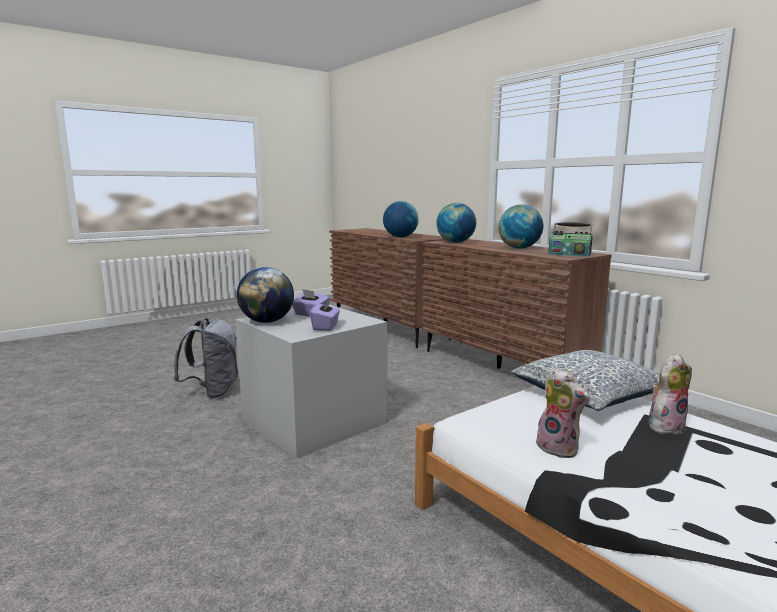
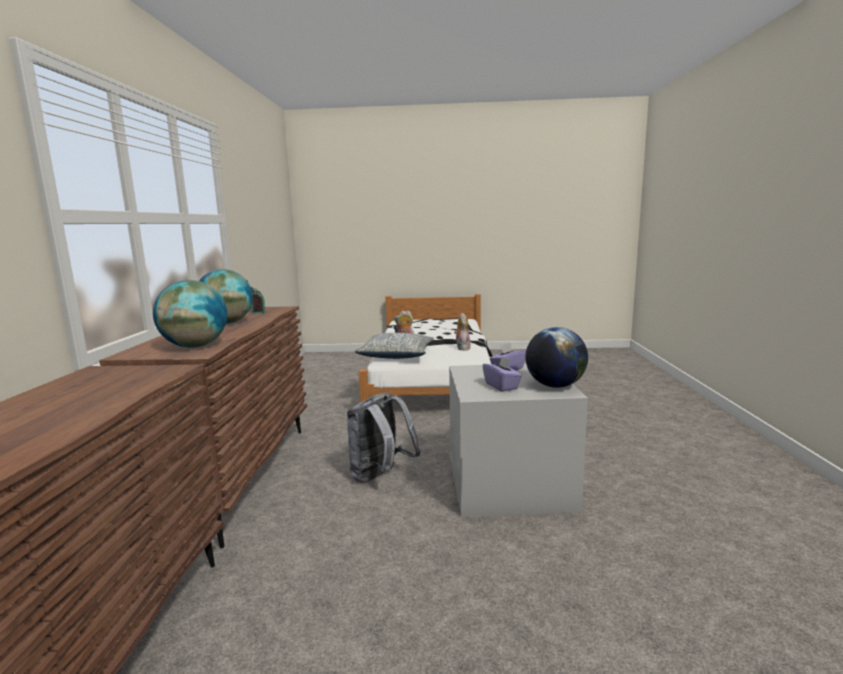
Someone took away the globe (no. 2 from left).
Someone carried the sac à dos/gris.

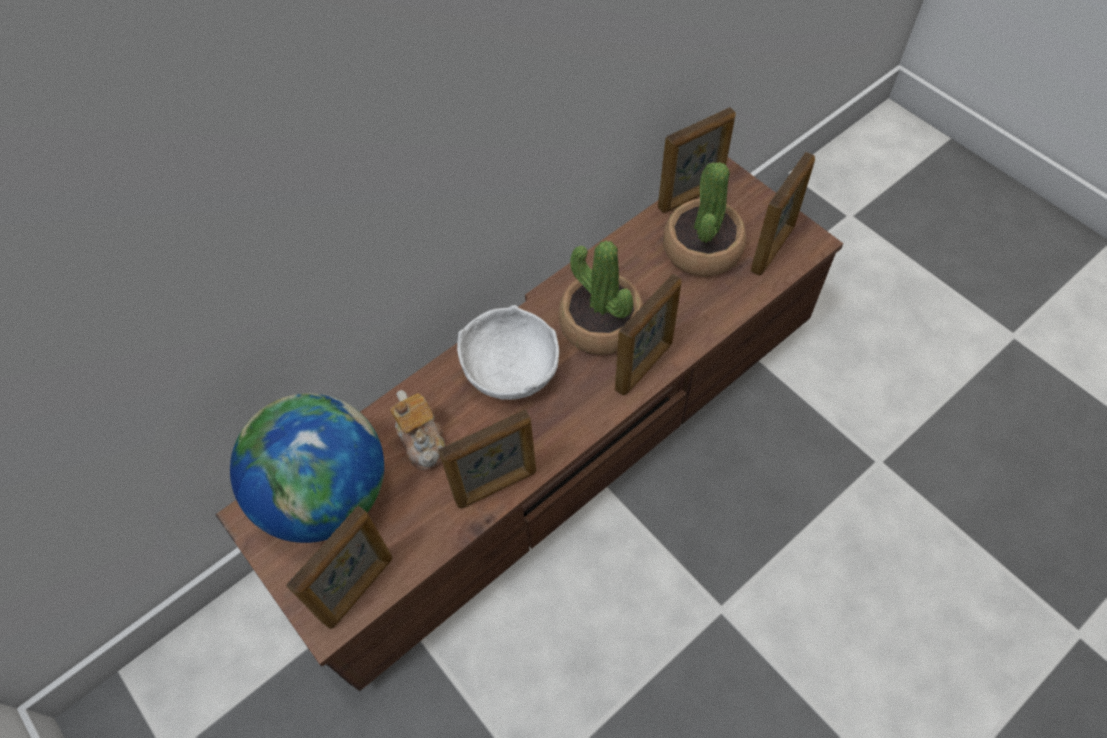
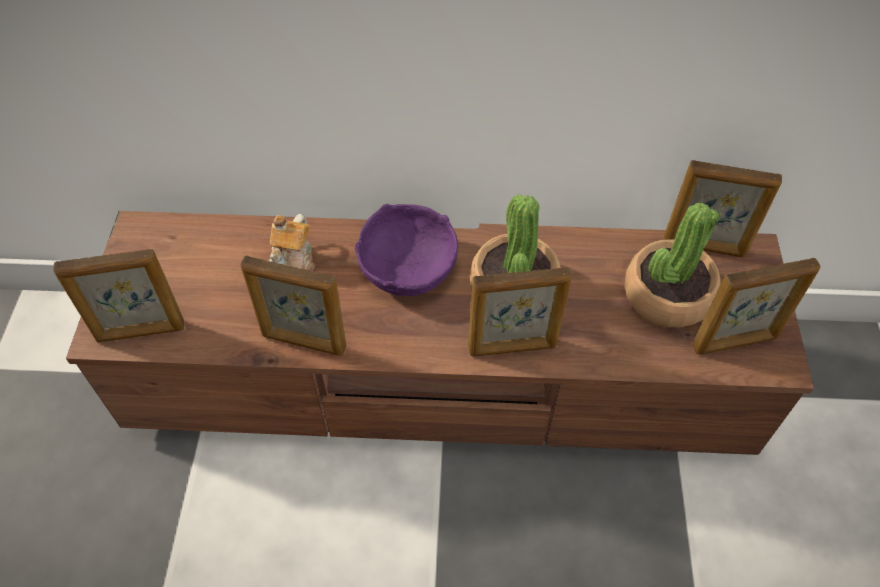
Someone repainted the bol/blanc, which became the bol/violet.
Someone took away the globe.

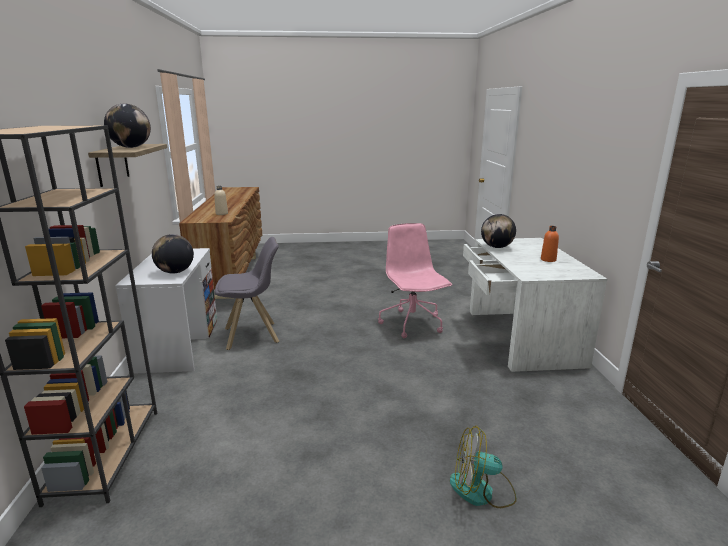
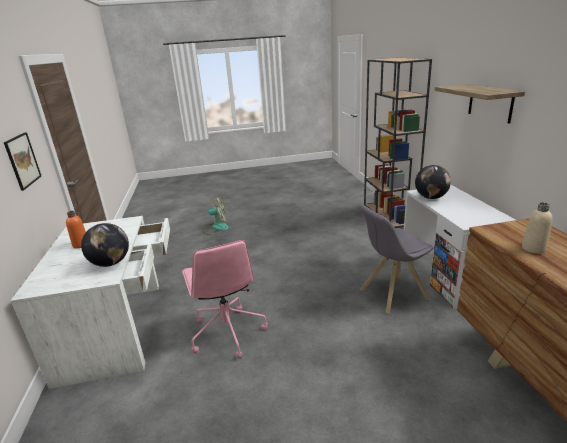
Someone took away the globe (no. 1 from left).
Someone put up the tableau.

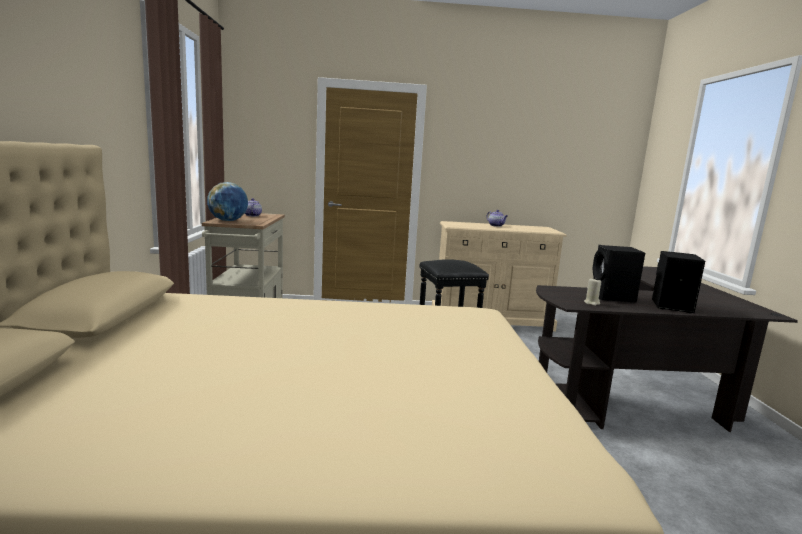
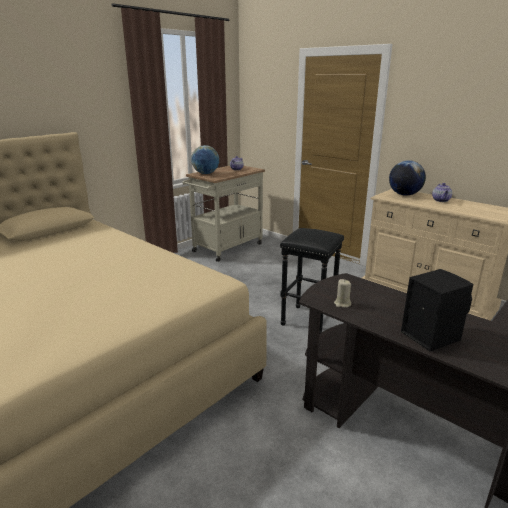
Someone took away the enceinte/noir (no. 1 from left).
Someone put down the globe (no. 2 from left).

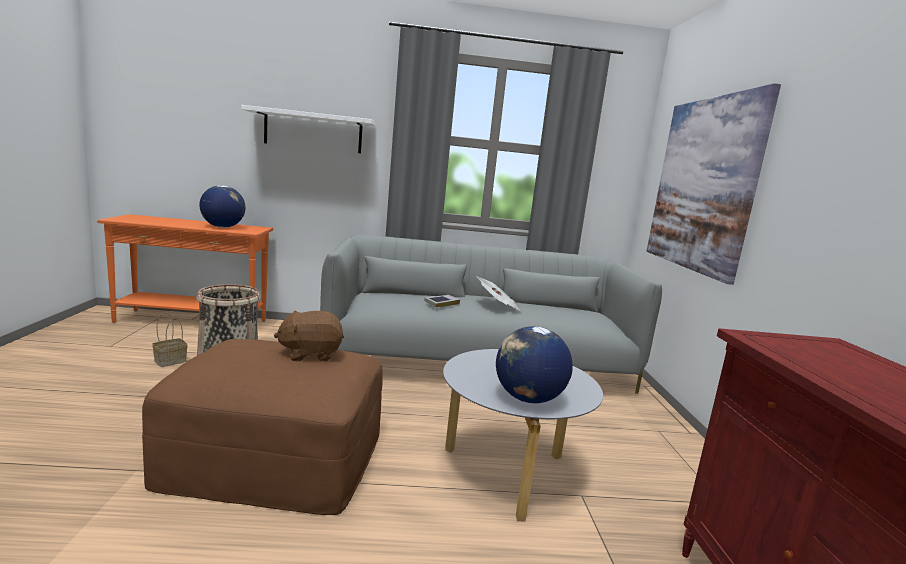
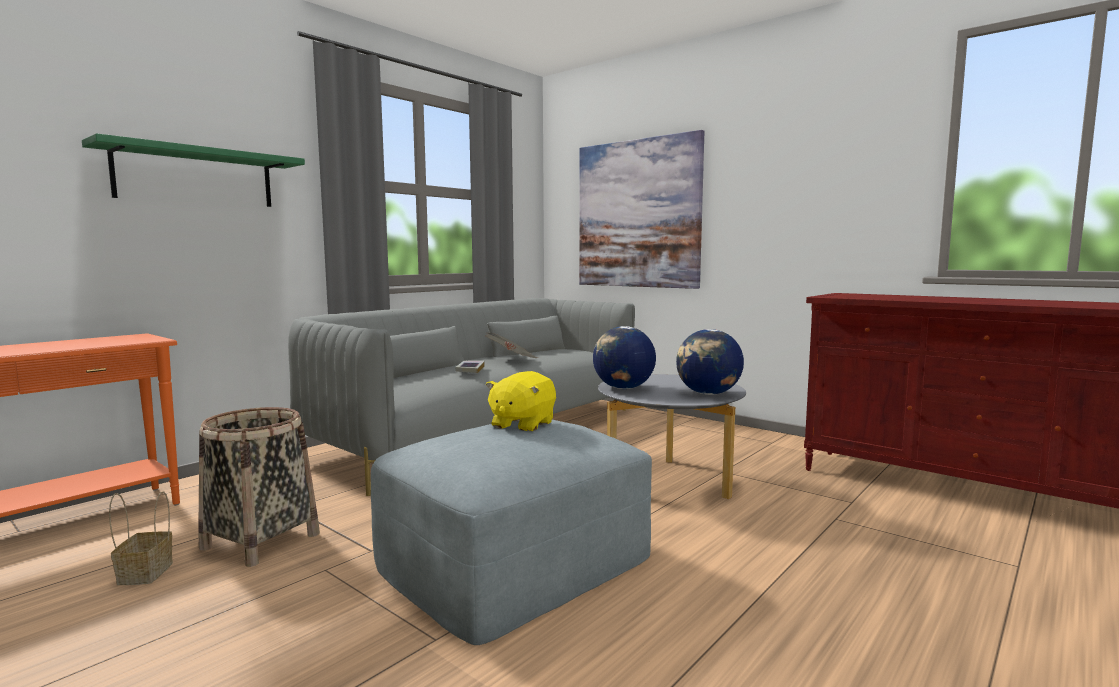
Someone repainted the étagère/blanc, which became the étagère/vert.
Someone carried the globe (no. 1 from left).
Someone repainted the peluche/marron, which became the peluche/jaune.
Someone repainted the pouf/marron, which became the pouf/gris.

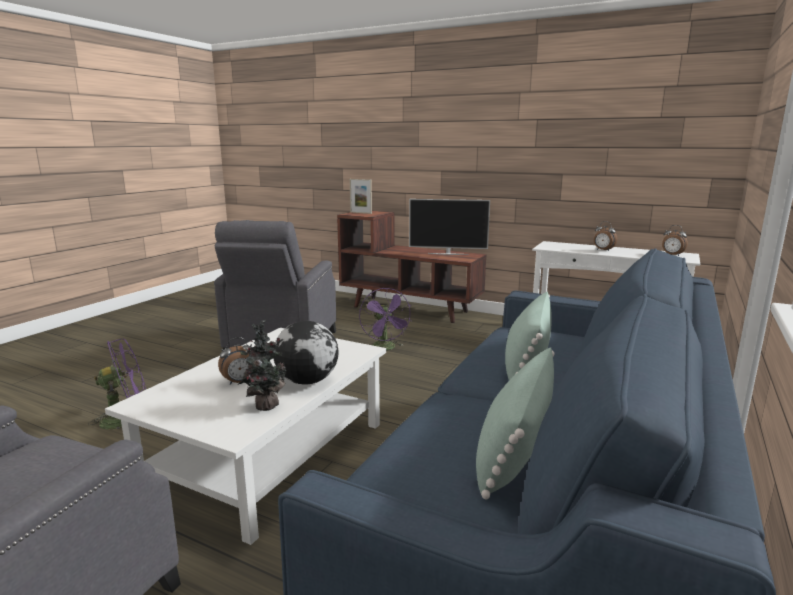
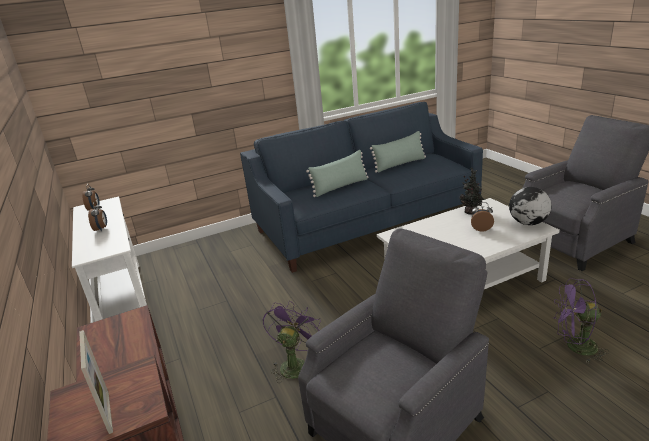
Someone took away the téléviseur.
Someone carried the globe.

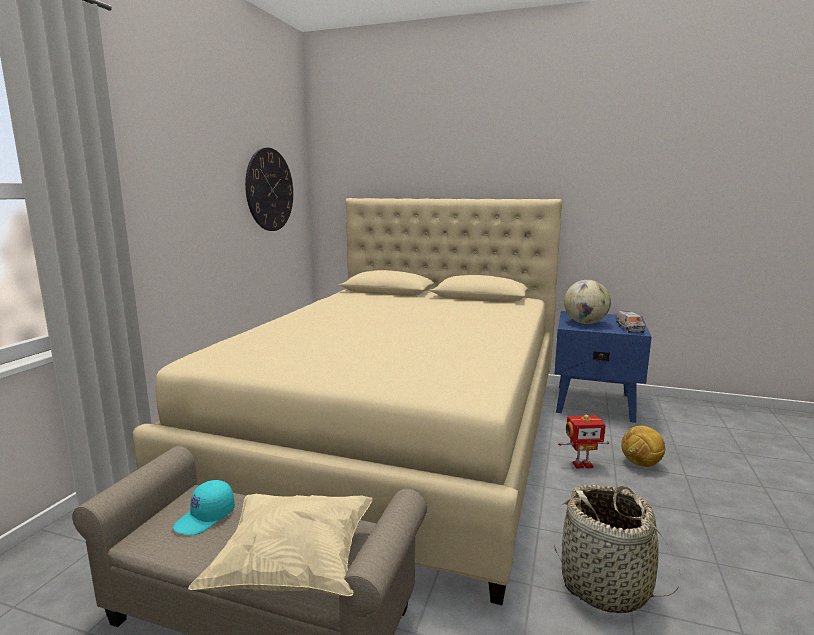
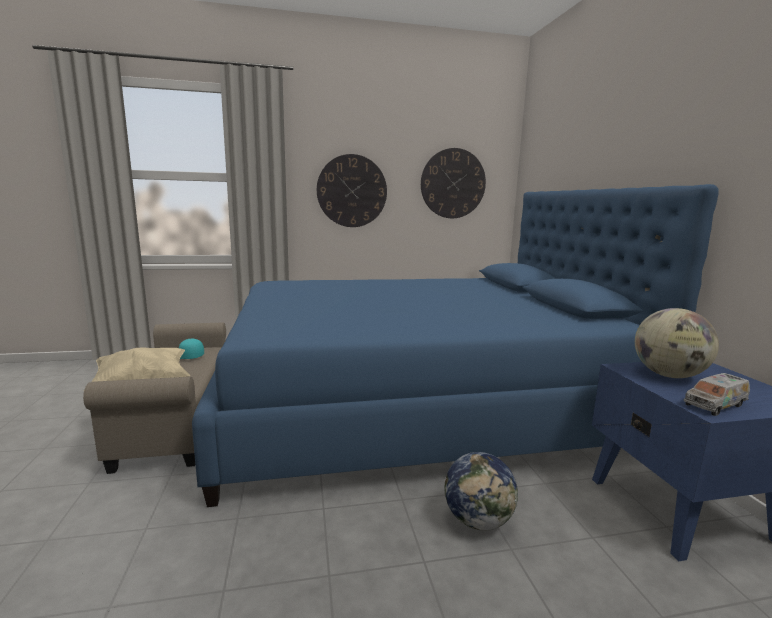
Someone repainted the lit/beige, which became the lit/bleu.
Someone swapped the robot jouet for the globe (no. 1 from left).
Someone took away the ballon de foot.
Someone took away the panier.
Someone put up the horloge murale (no. 1 from left).

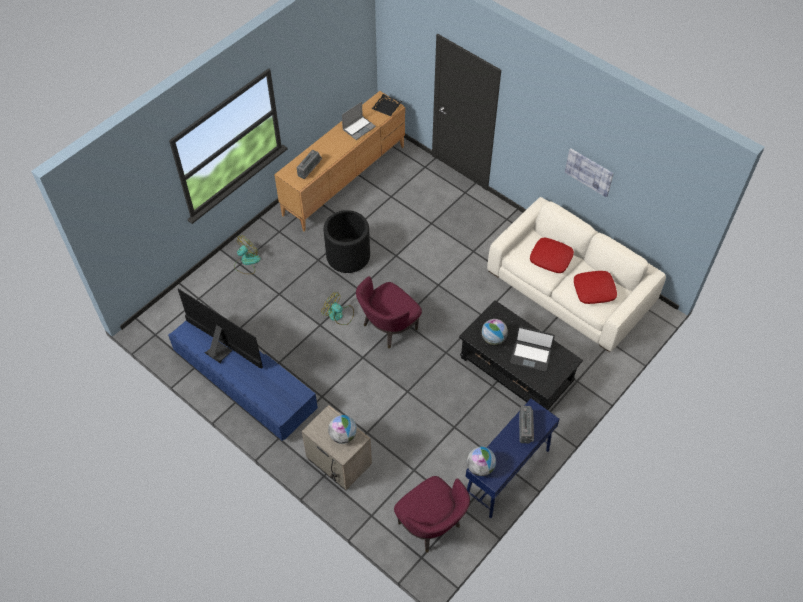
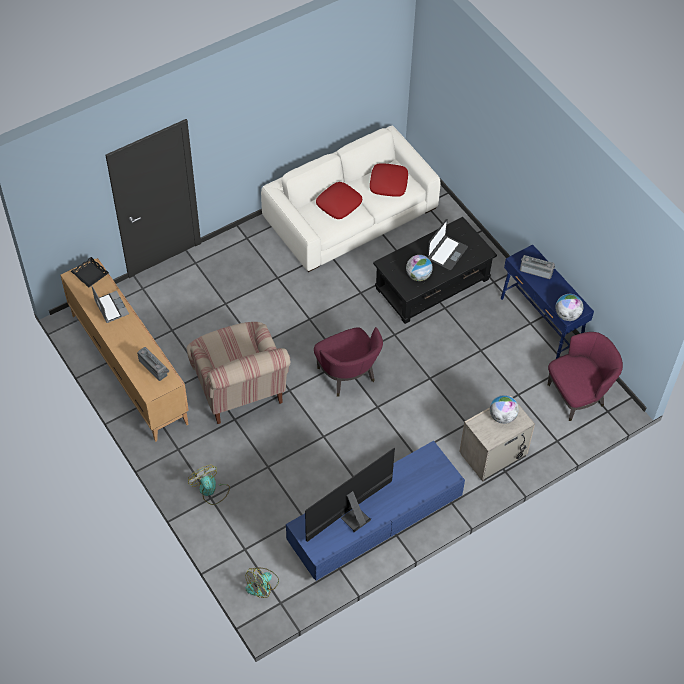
Someone took away the tableau.
Someone swapped the cache-pot/noir for the fauteuil/beige.
Someone carried the ventilateur (no. 2 from left).

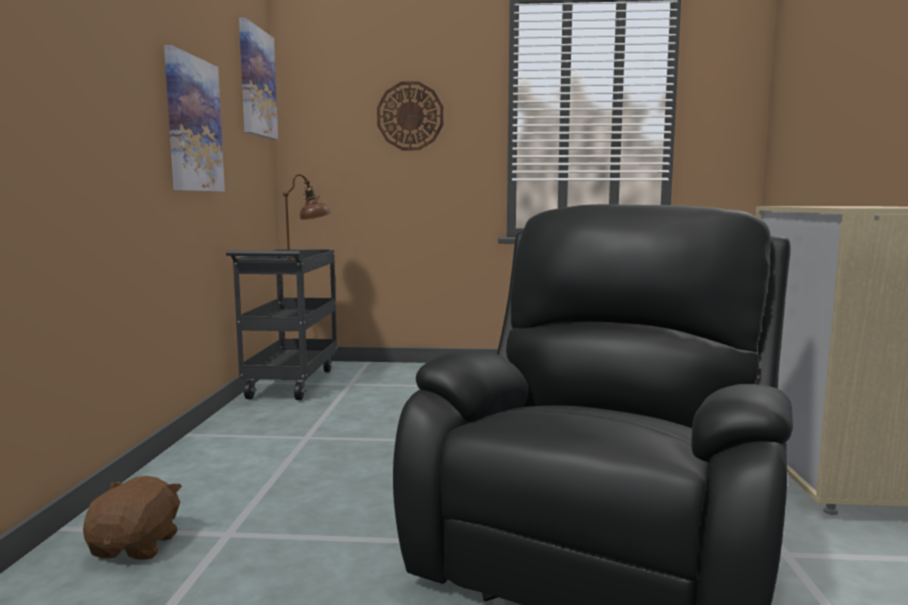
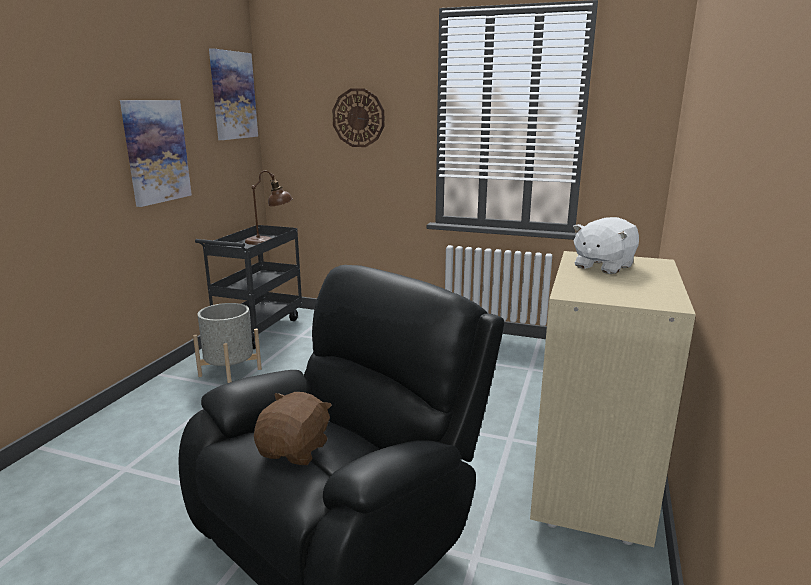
Someone carried the peluche/marron.
Someone put down the peluche/blanc.
Someone put down the cache-pot/gris.

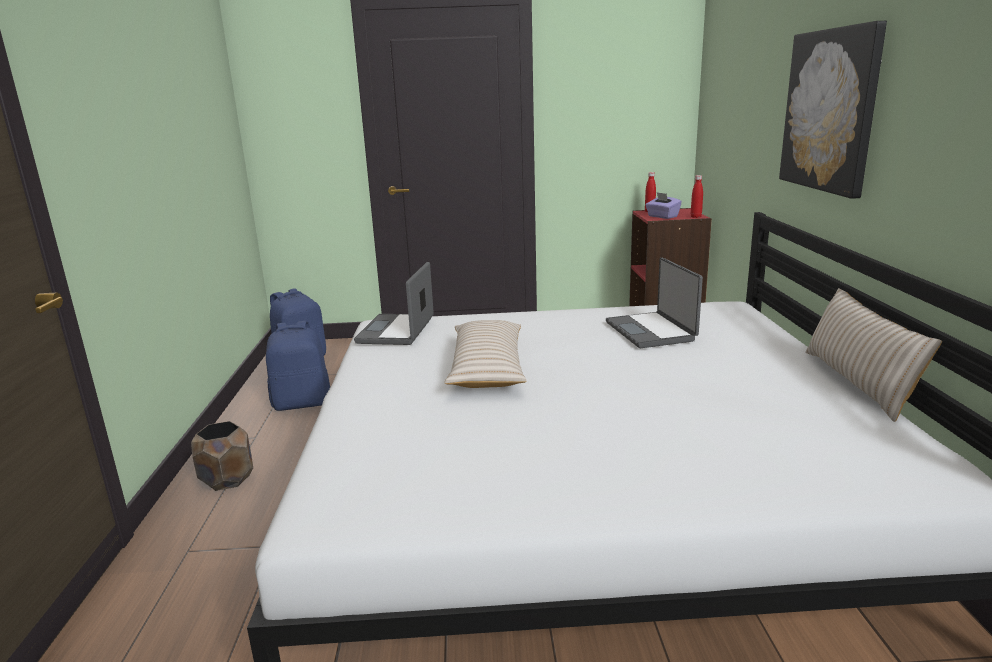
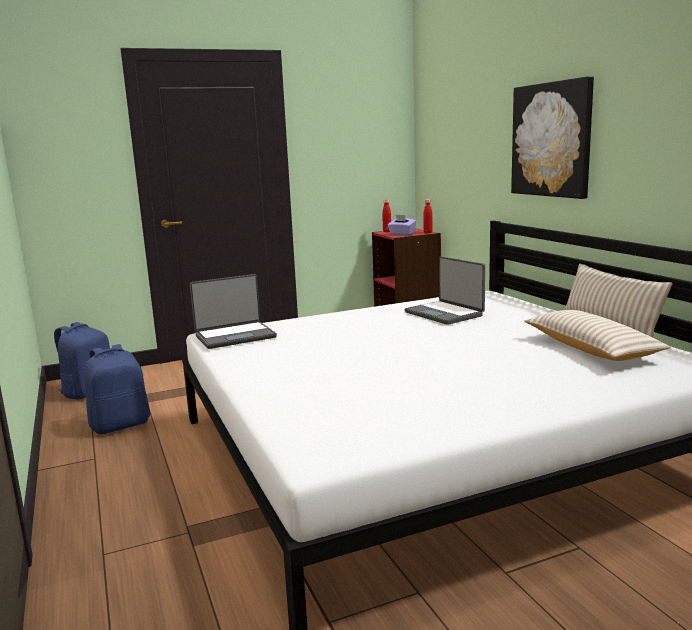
Someone rotated the ordinateur portable (no. 1 from left) by 105 degrees counterclockwise.
Someone carried the coussin/beige (no. 1 from left).
Someone took away the cache-pot/marron.

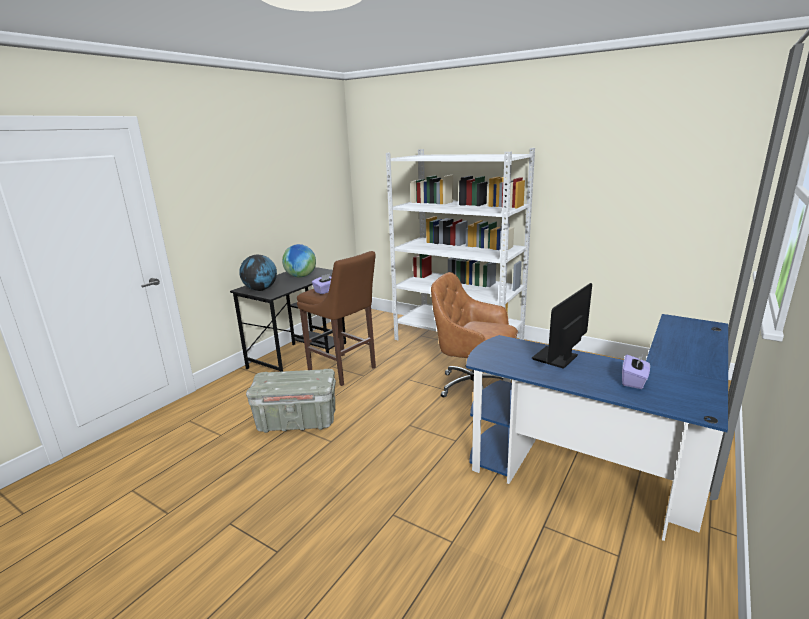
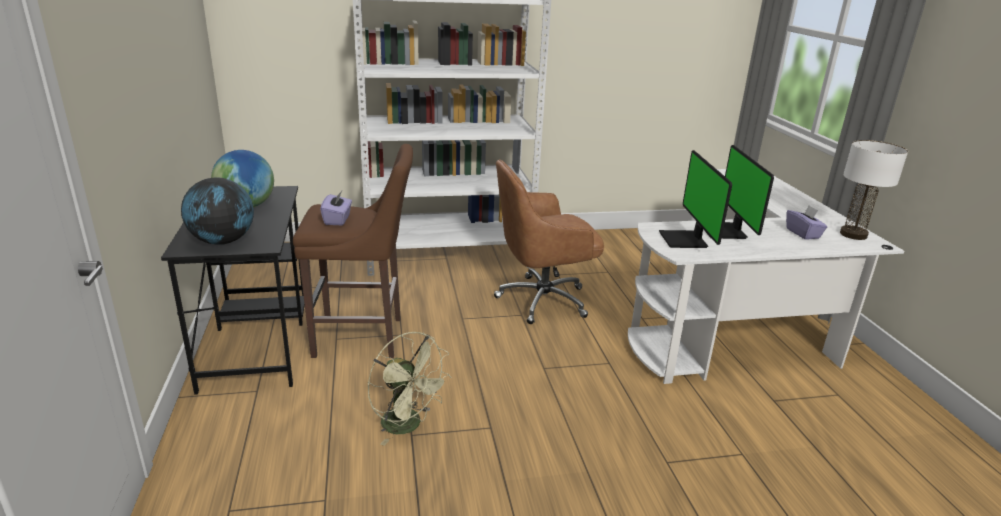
Someone repainted the bureau/bleu, which became the bureau/blanc.
Someone swapped the boîte de rangement/gris for the ventilateur/vert.
Someone put down the lampe de table.
Someone put down the écran d'ordinateur (no. 1 from left).

